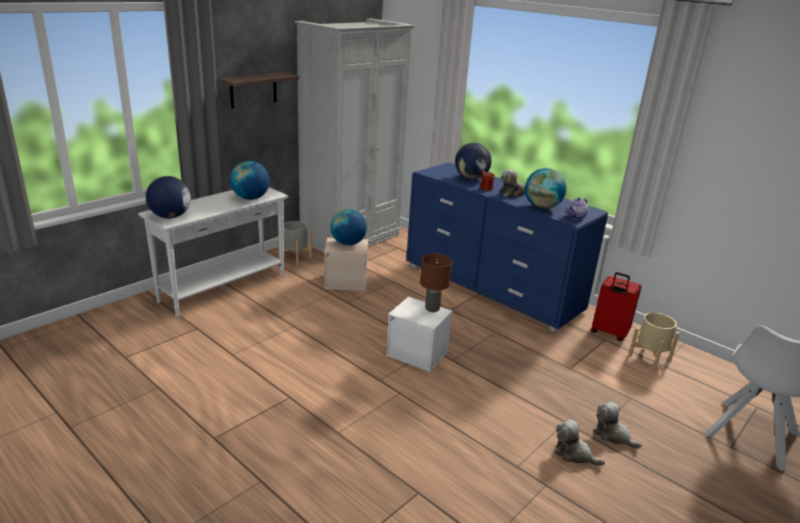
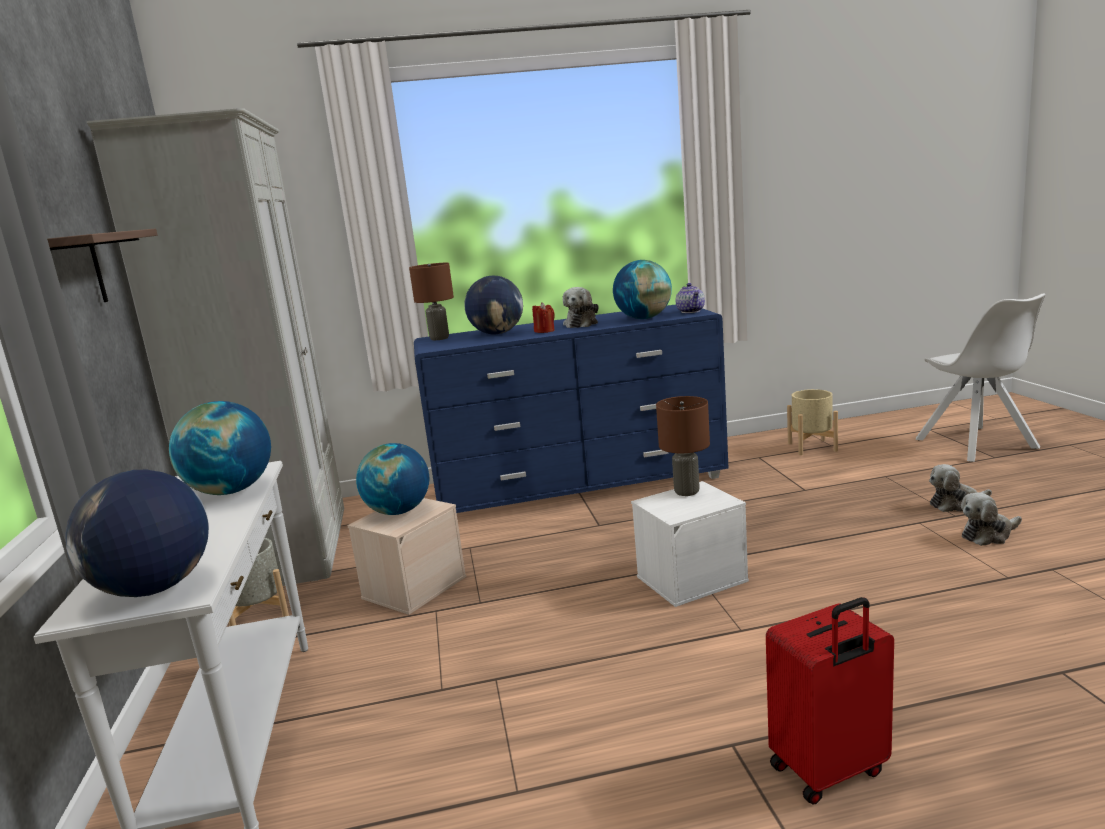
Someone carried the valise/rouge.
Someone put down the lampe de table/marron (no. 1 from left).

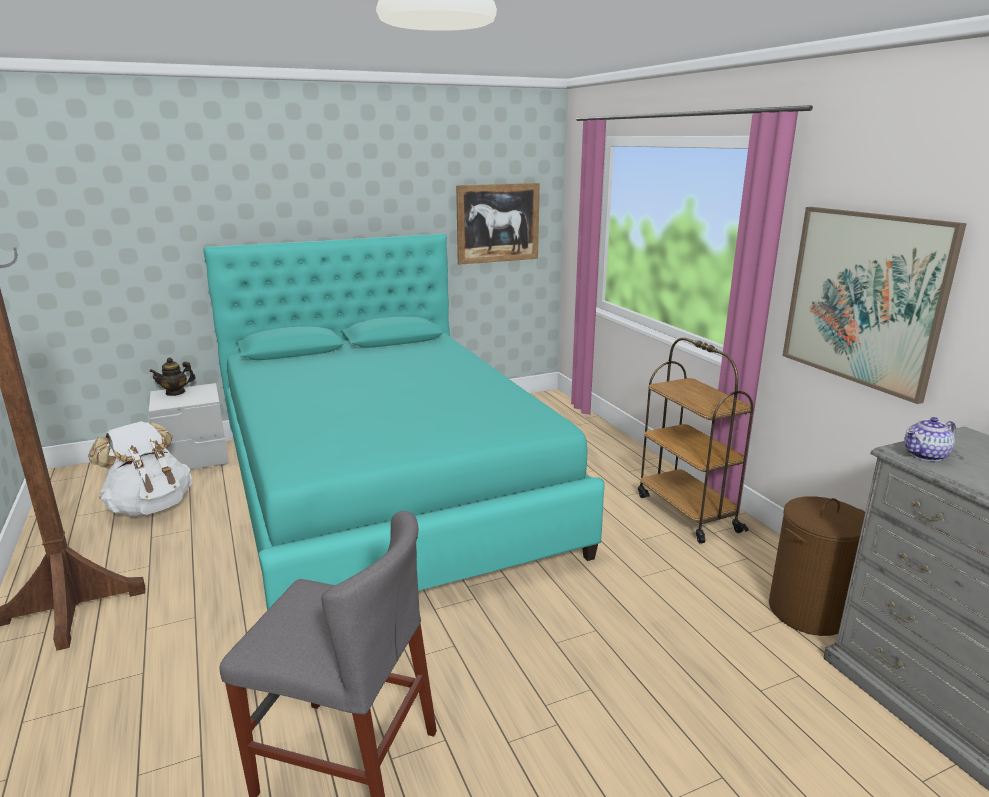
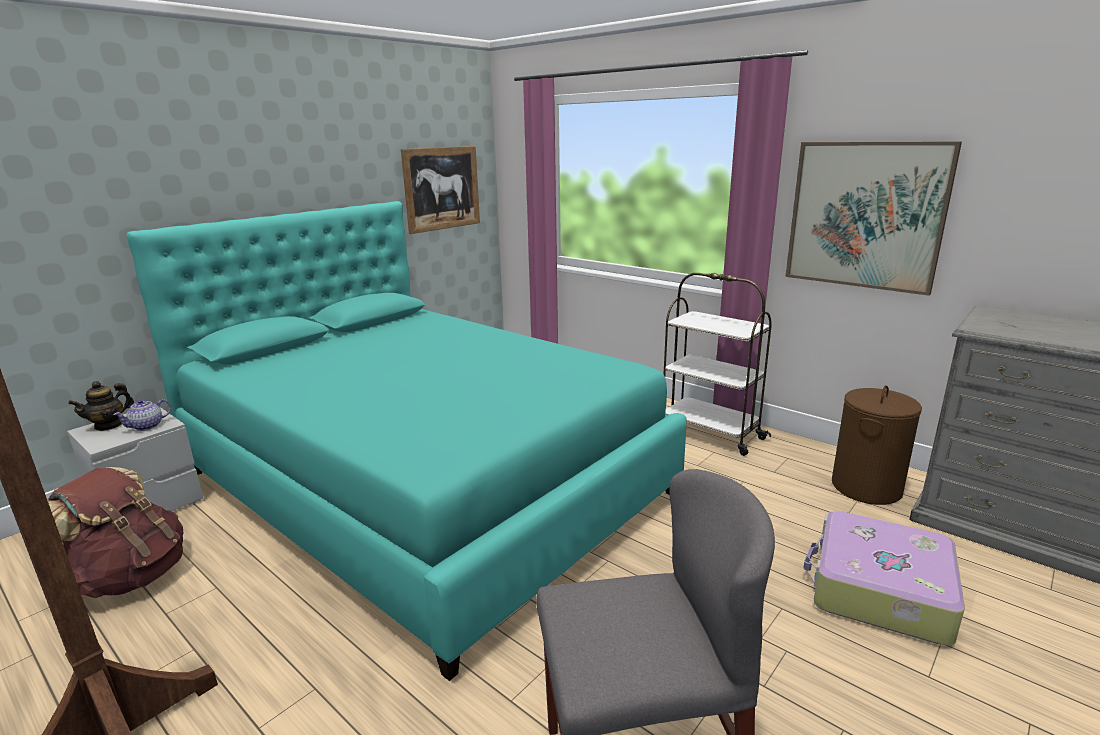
Someone repainted the chariot/marron, which became the chariot/blanc.
Someone carried the théière (no. 2 from left).
Someone repainted the sac à dos/blanc, which became the sac à dos/marron.
Someone put down the valise.

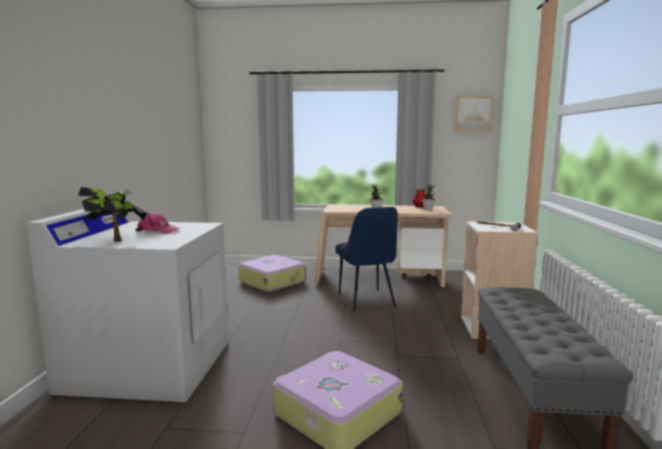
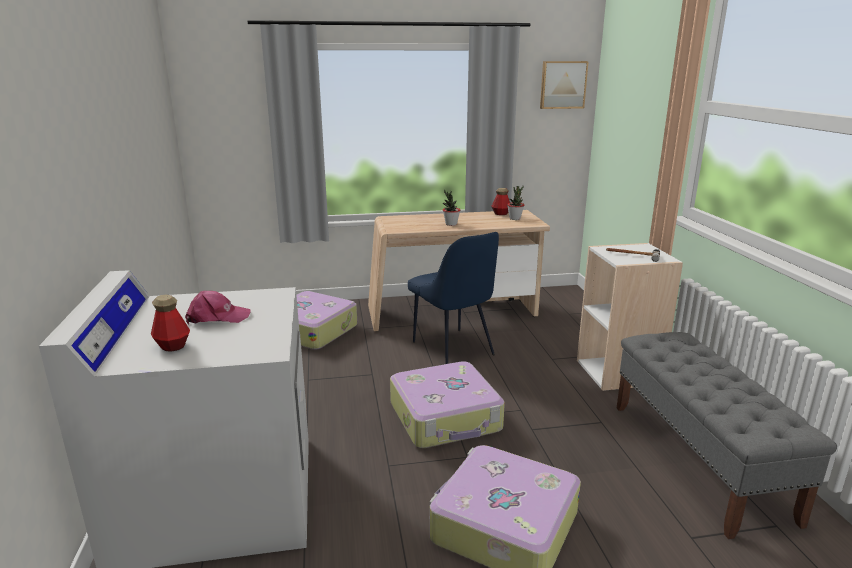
Someone swapped the plante en pot (no. 1 from left) for the bouteille (no. 1 from left).
Someone put down the valise (no. 2 from left).

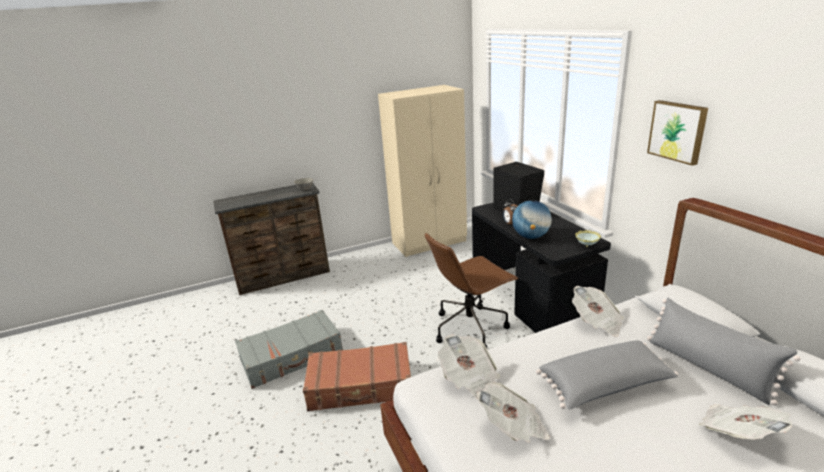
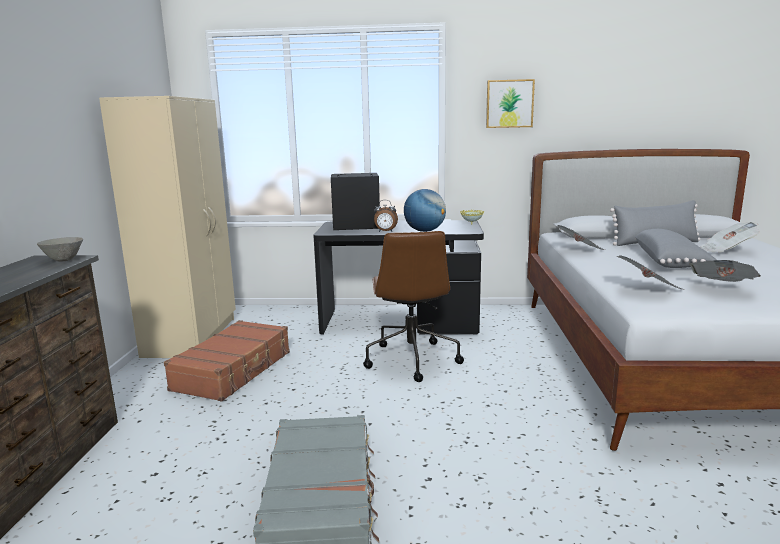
Someone carried the valise/marron.

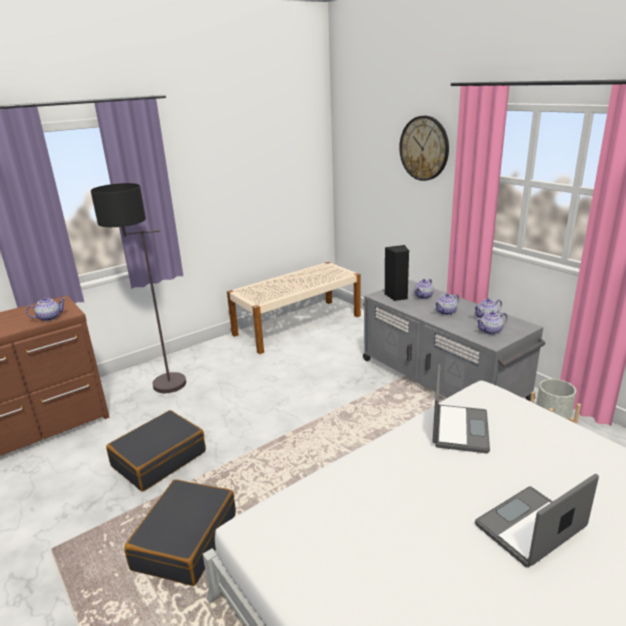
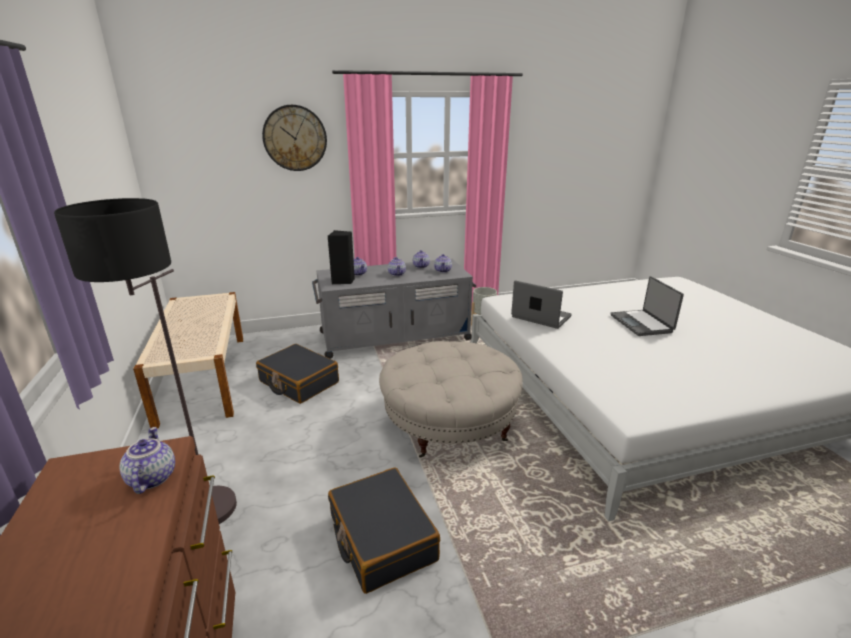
Someone carried the valise/noir (no. 2 from left in the first image).
Someone put down the pouf/beige.

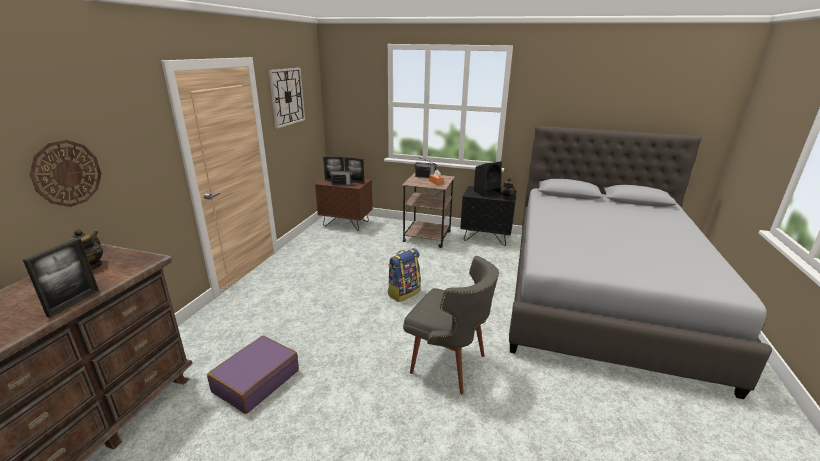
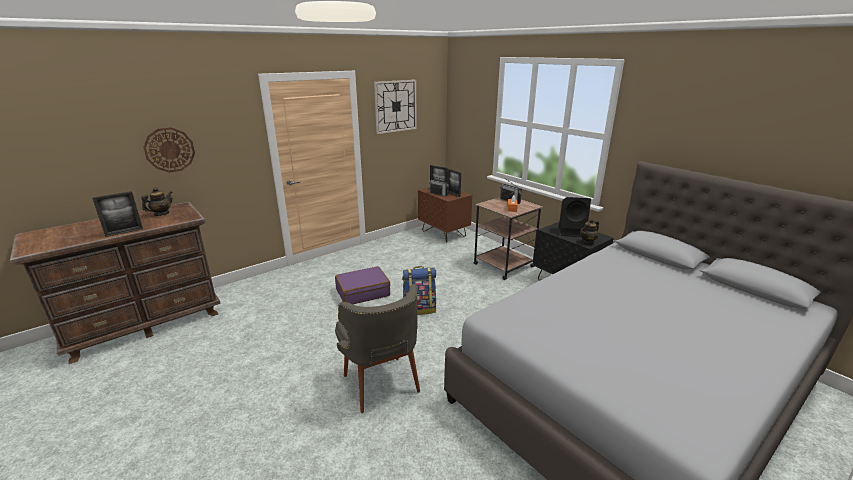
Someone carried the valise/violet.

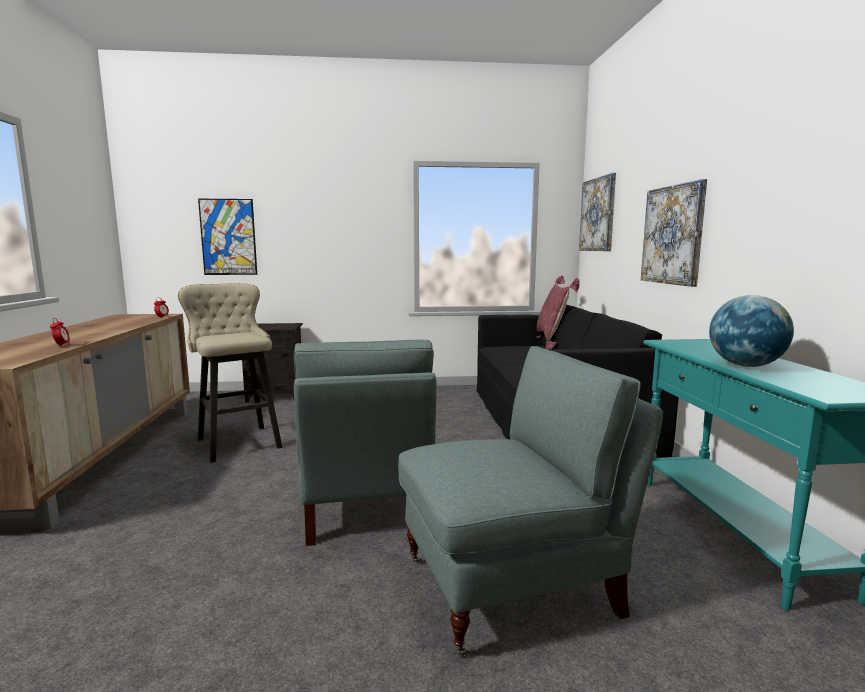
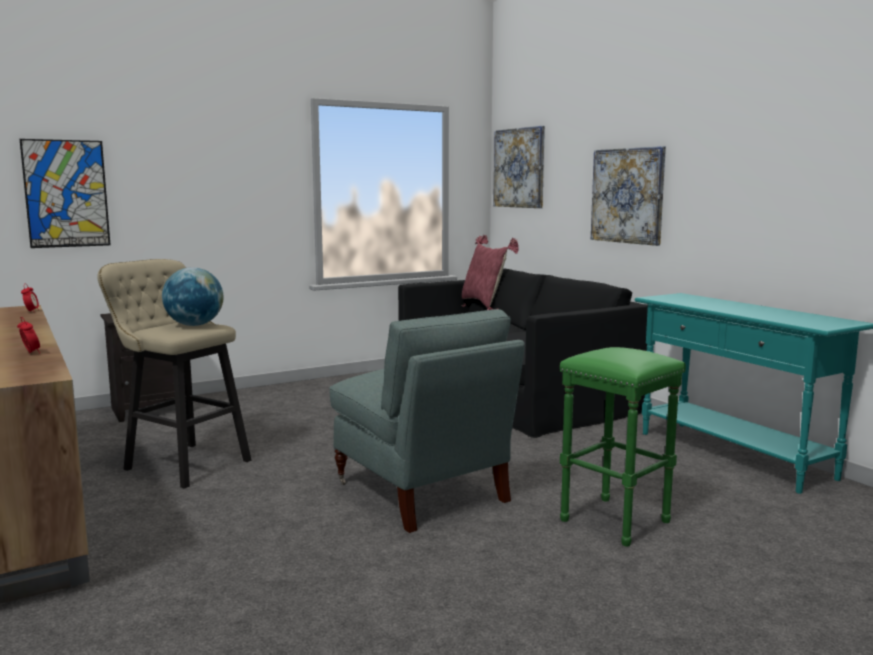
Someone carried the globe.
Someone swapped the fauteuil/gris (no. 2 from left) for the tabouret/vert.

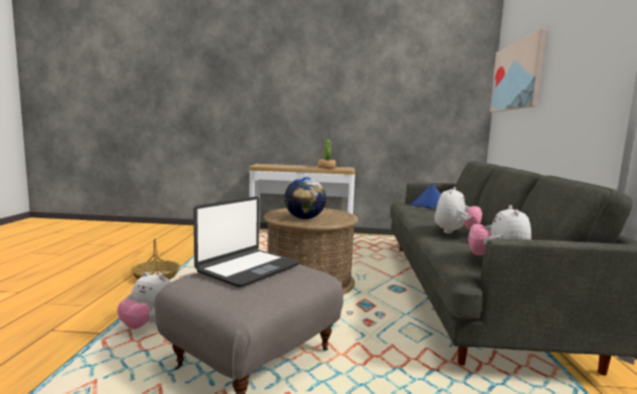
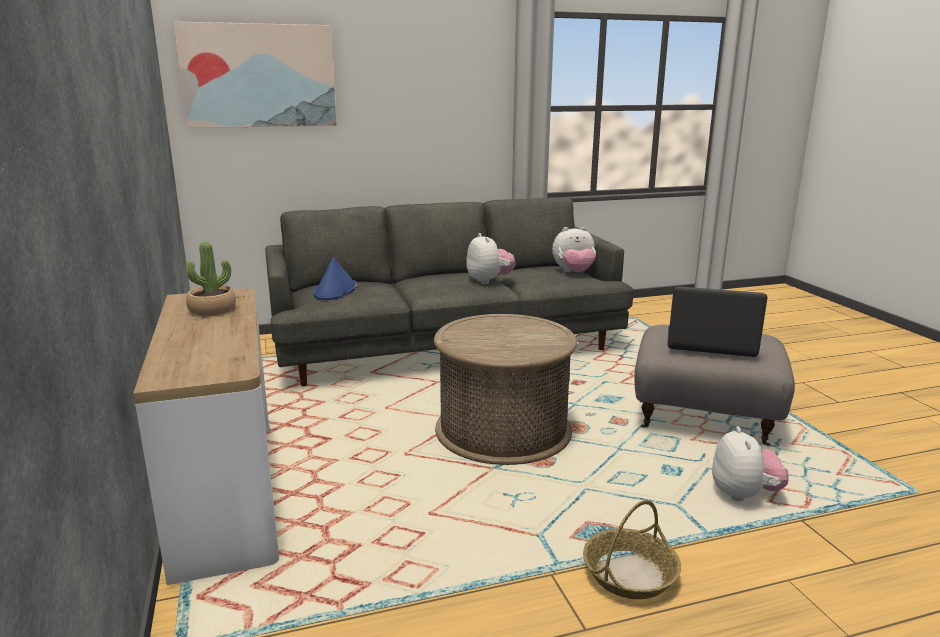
Someone took away the globe.
Someone rotated the peluche (no. 2 from left in the first image) by 60 degrees clockwise.

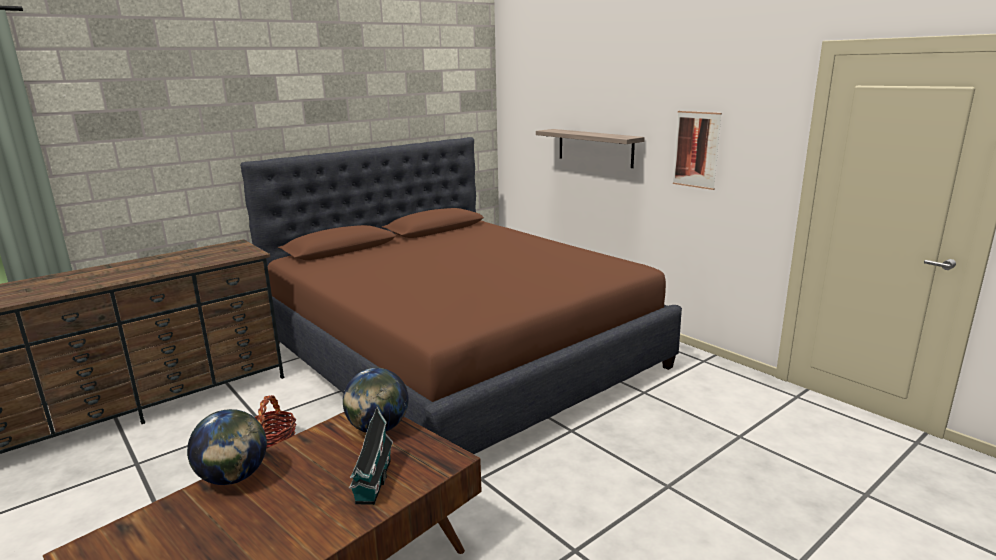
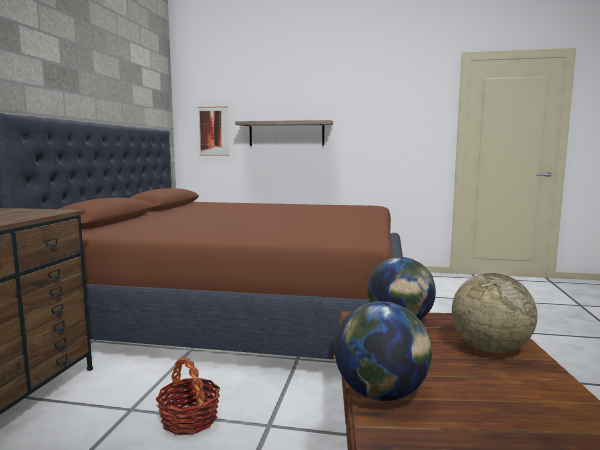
Someone carried the tableau.
Someone swapped the maison miniature for the globe (no. 3 from left).

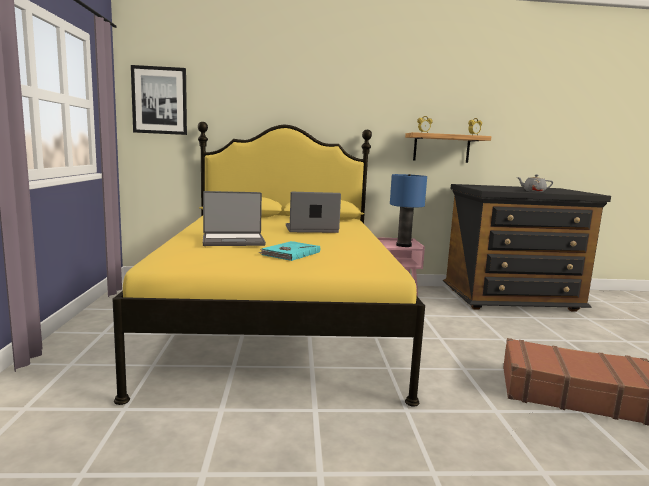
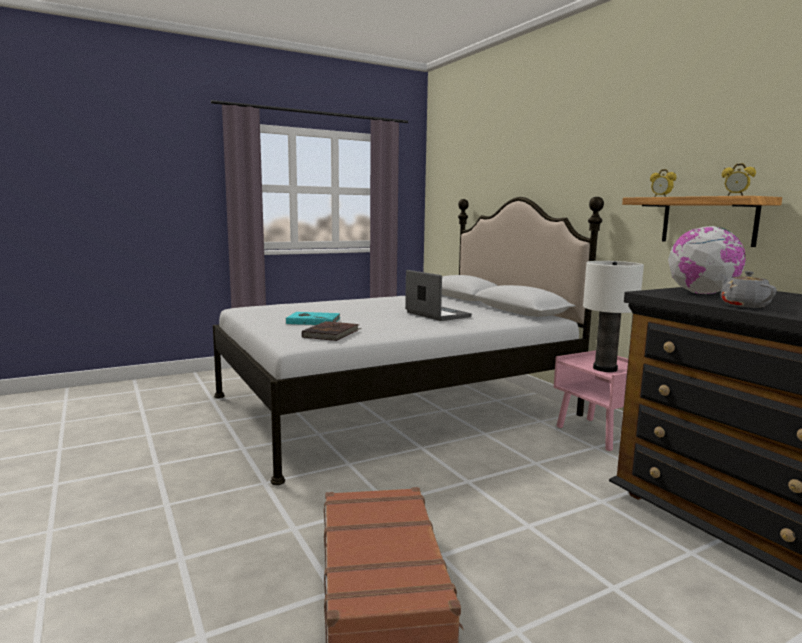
Someone took away the tableau.
Someone repainted the lit/jaune, which became the lit/blanc.
Someone repainted the lampe de table/bleu, which became the lampe de table/blanc.
Someone took away the ordinateur portable (no. 1 from left).
Someone put down the globe.
Someone put down the livre/marron.

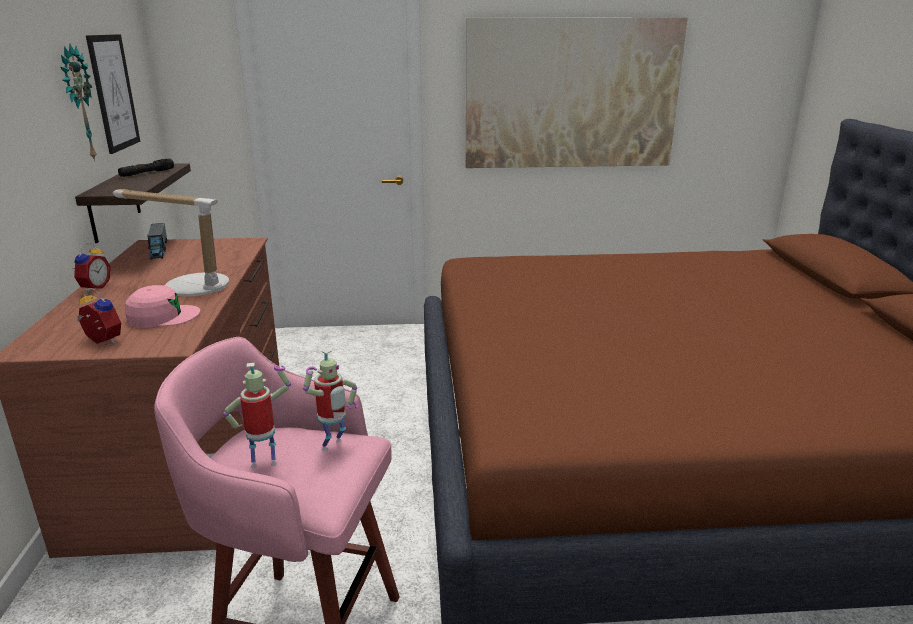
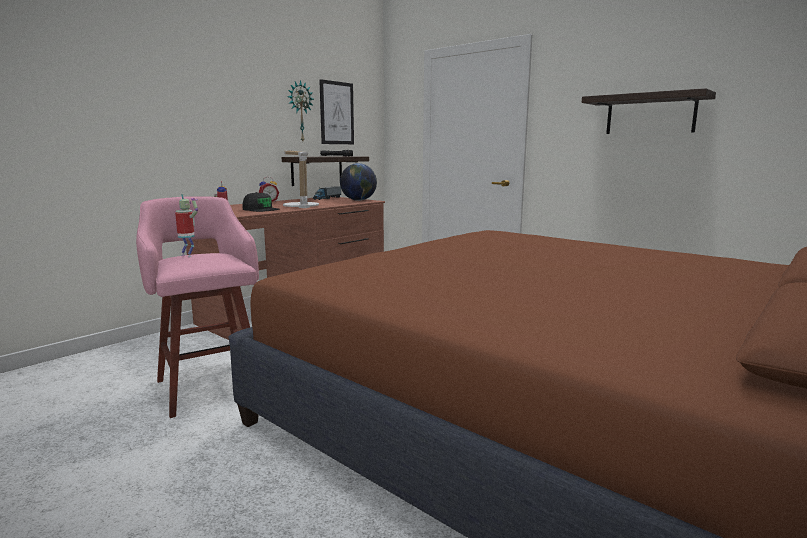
Someone swapped the tableau (no. 2 from left) for the étagère (no. 2 from left).
Someone repainted the casquette/rose, which became the casquette/noir.
Someone took away the robot jouet (no. 2 from left).
Someone put down the globe.

